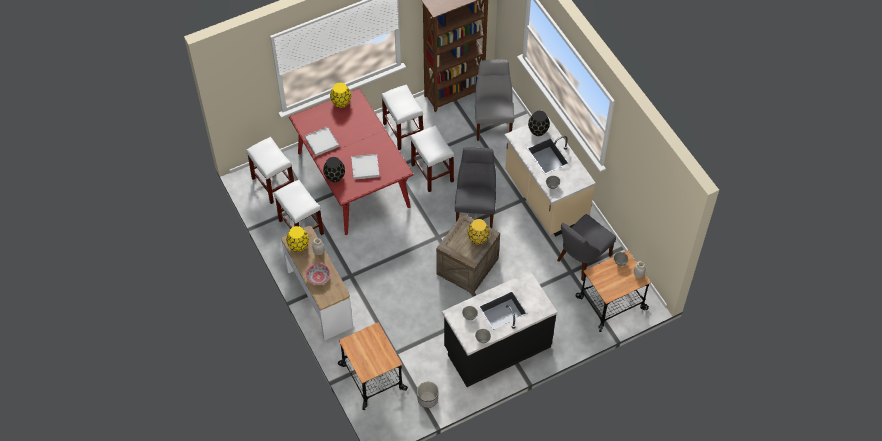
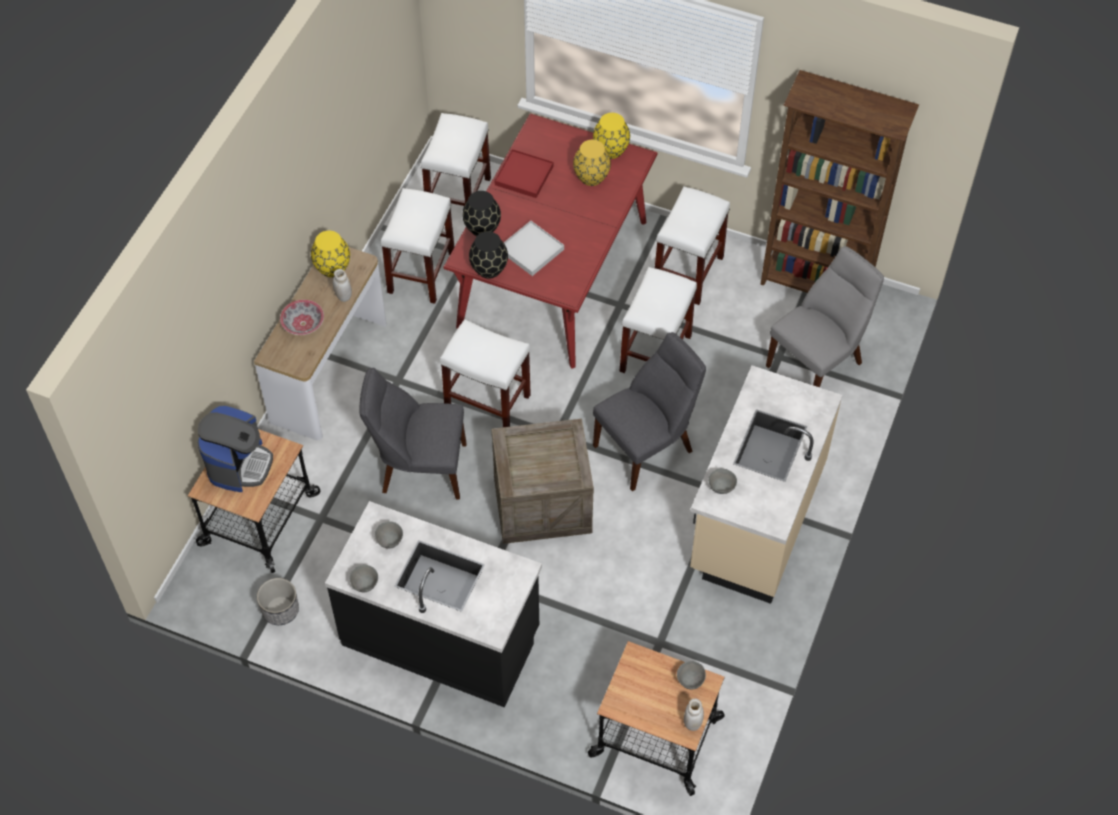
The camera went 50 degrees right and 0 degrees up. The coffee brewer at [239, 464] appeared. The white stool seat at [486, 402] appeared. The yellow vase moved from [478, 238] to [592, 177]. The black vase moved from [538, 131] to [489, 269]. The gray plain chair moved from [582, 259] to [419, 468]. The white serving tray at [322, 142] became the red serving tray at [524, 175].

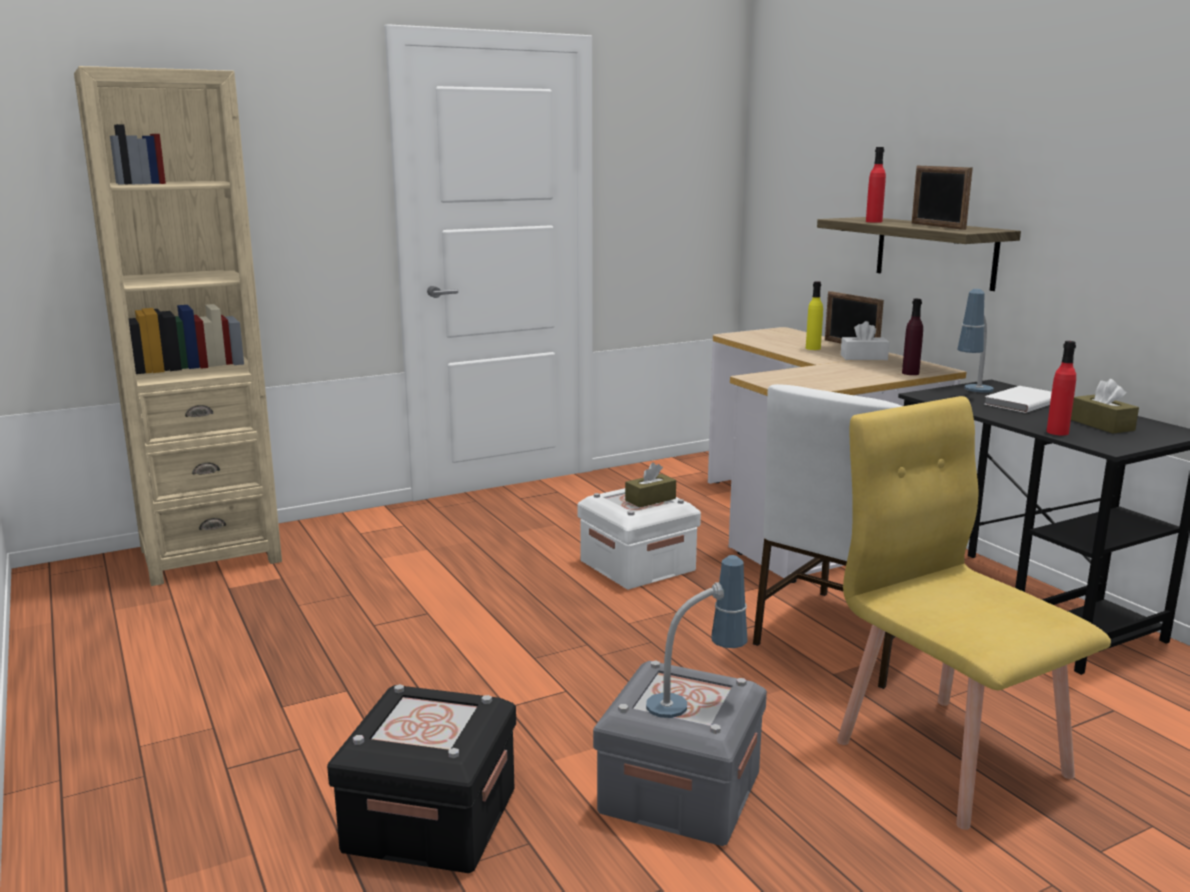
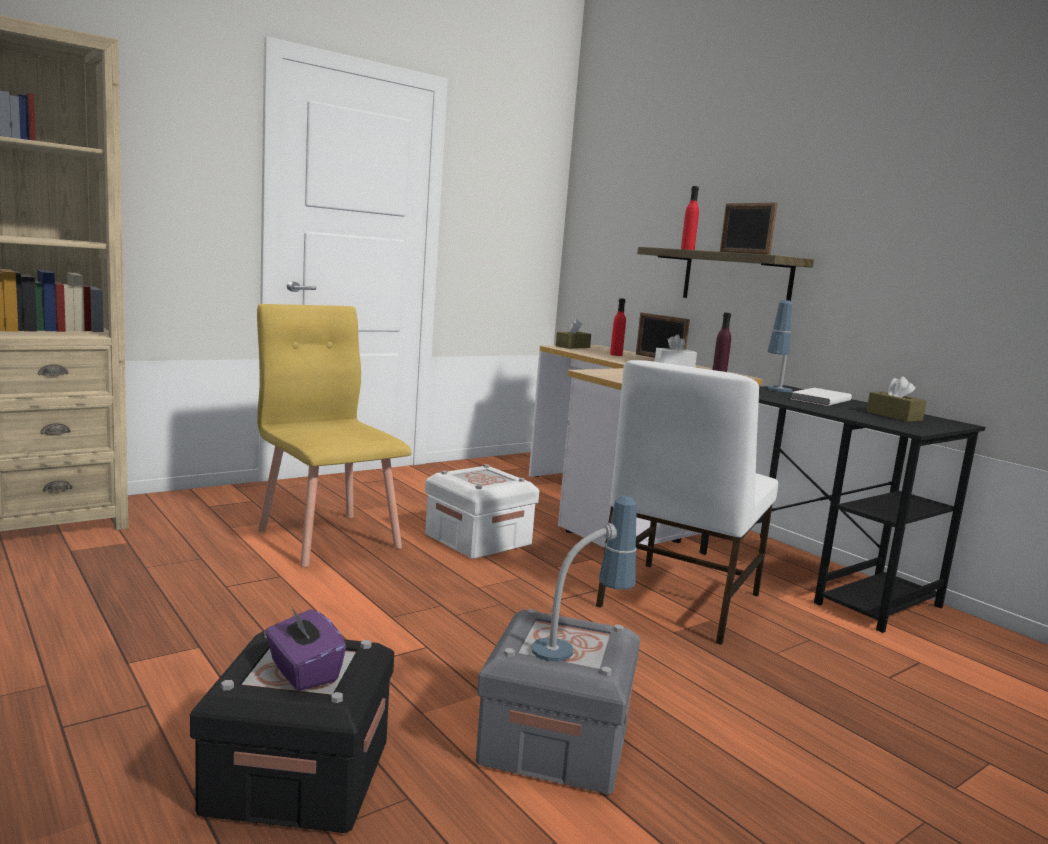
The camera went 10 degrees left and 5 degrees down. The yellow beverage bottle at [813, 348] disappeared. The purplish tissue holder at [303, 672] appeared. The brown tissue holder moved from [650, 499] to [572, 347]. The yellow plain chair moved from [951, 756] to [329, 538]. The red beverage bottle moved from [1057, 432] to [616, 355].

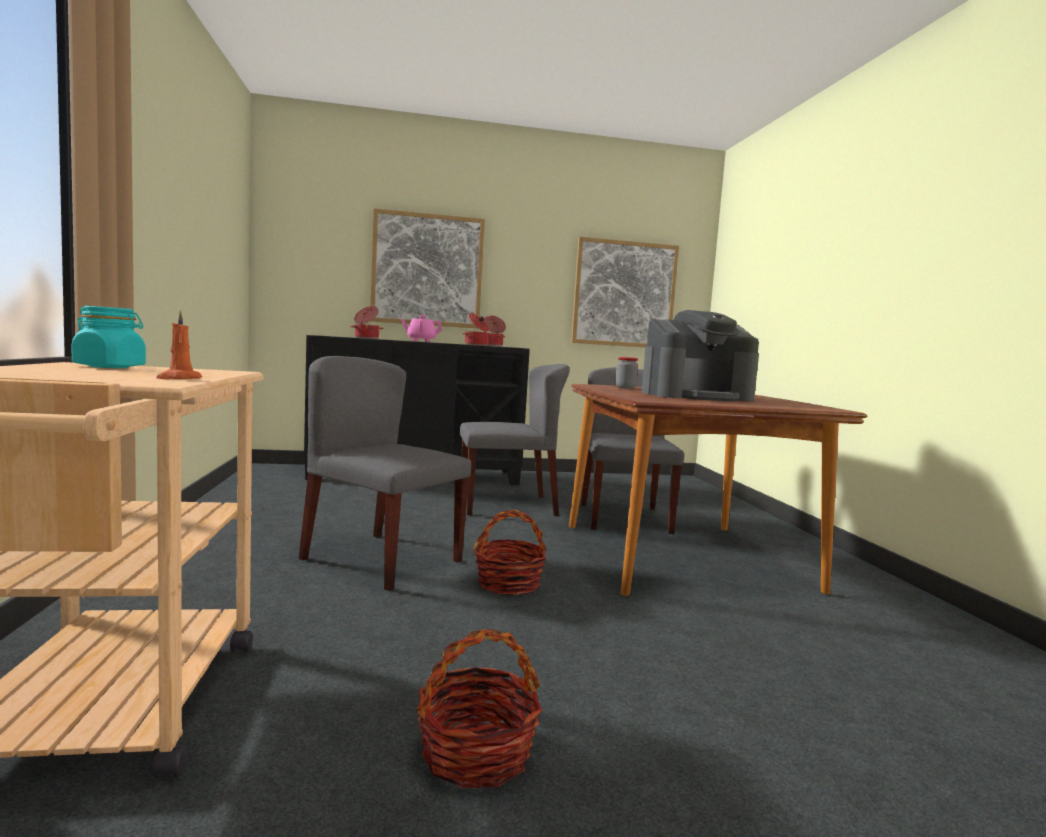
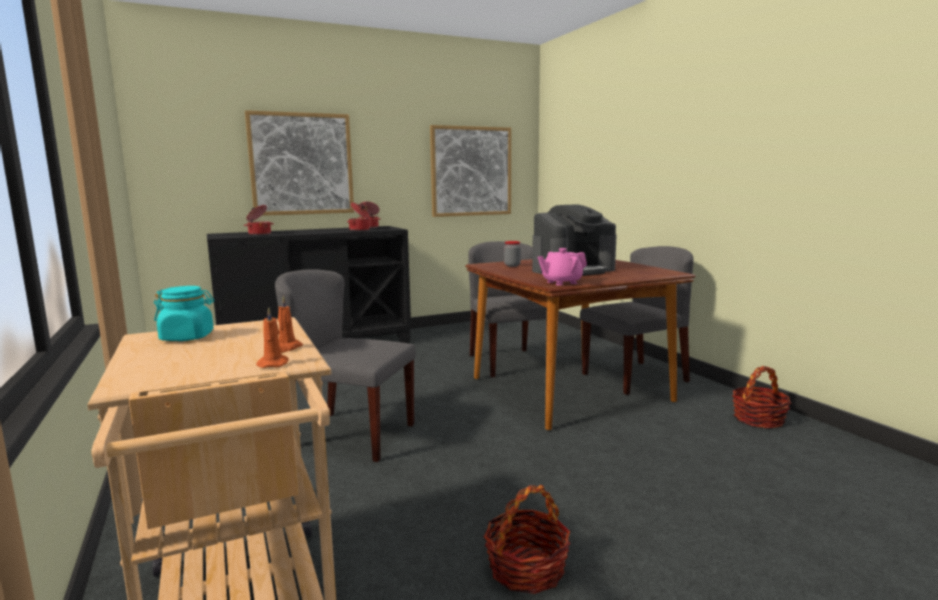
The camera went 15 degrees left and 5 degrees up. The orange candle at [273, 363] appeared. The pinkish tea pot moved from [421, 341] to [561, 282]. The gray plain chair moved from [508, 505] to [634, 377]. The basket moved from [508, 583] to [758, 419].

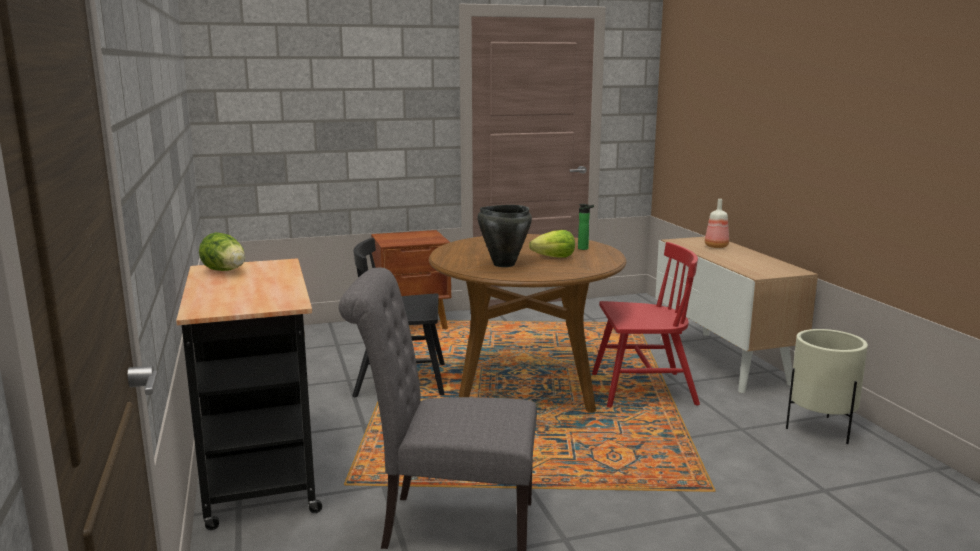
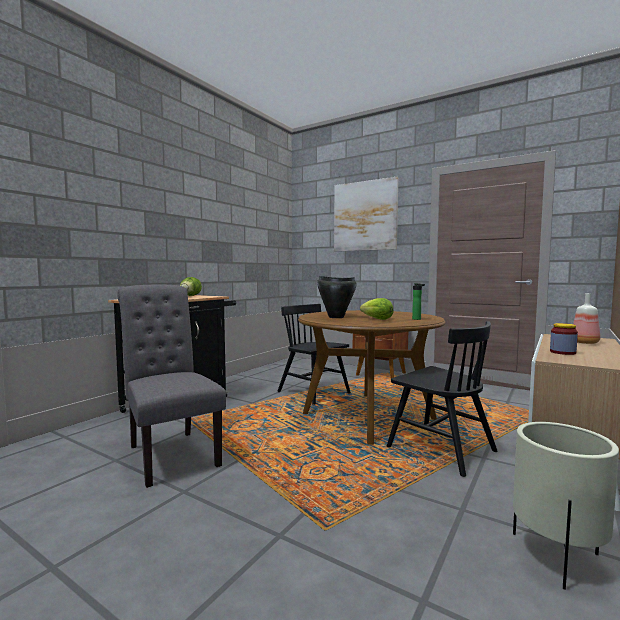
The camera went 50 degrees right and 10 degrees down. The wall picture at [365, 216] appeared. The jar at [562, 352] appeared. The red plain chair at [642, 389] became the black plain chair at [440, 449].

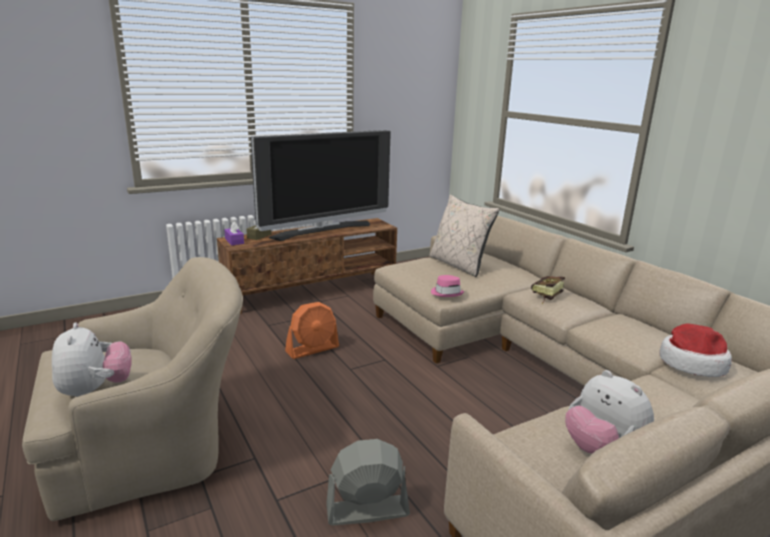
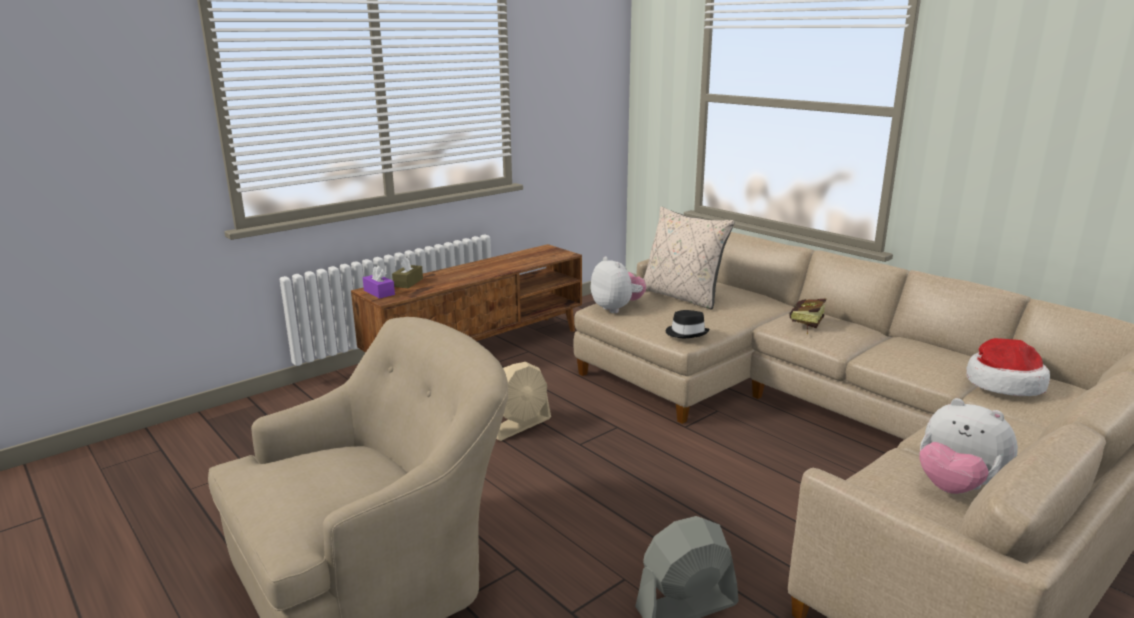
The camera went 10 degrees left and 0 degrees up. The TV set at [323, 230] disappeared. The cuddly toy moved from [95, 391] to [617, 308]. The orange electric fan at [312, 349] became the beige electric fan at [518, 425]. The pinkish wearable hat at [446, 293] became the black wearable hat at [686, 333].

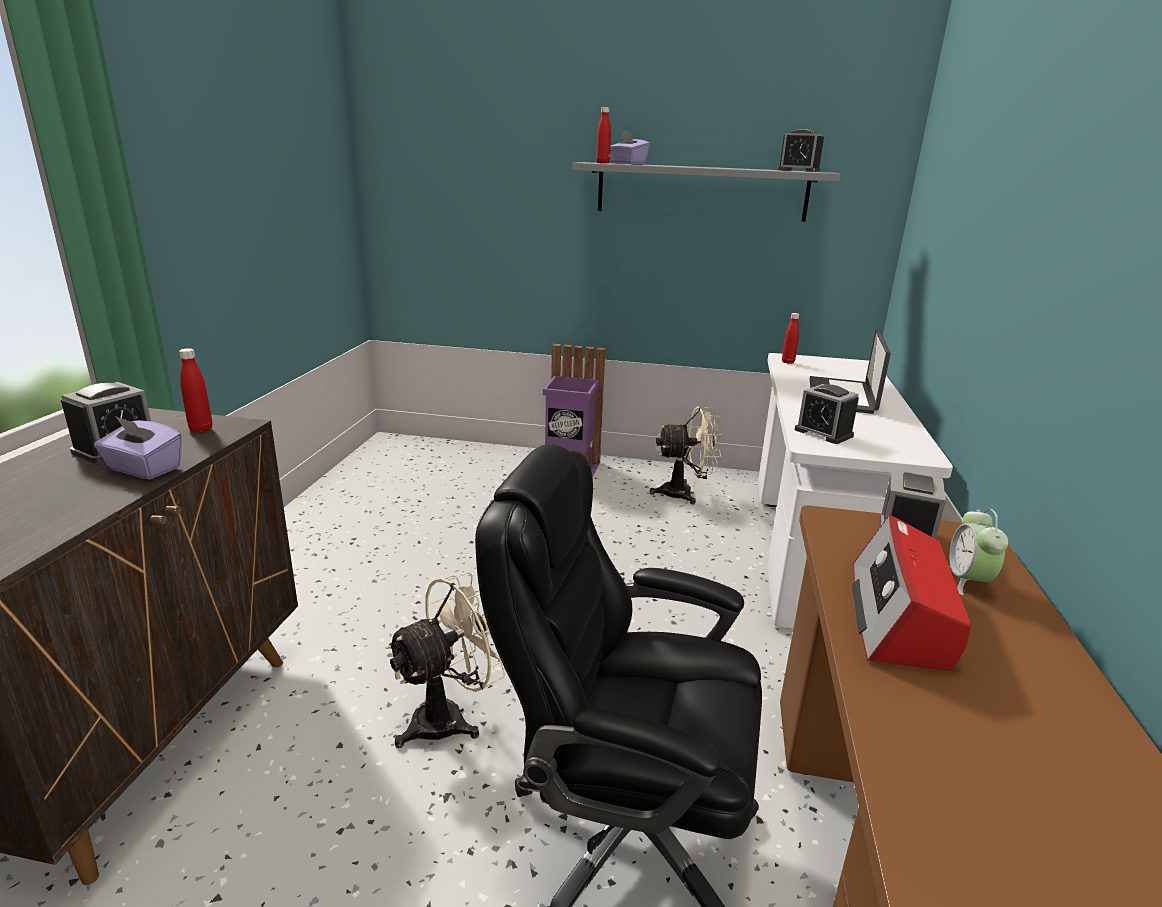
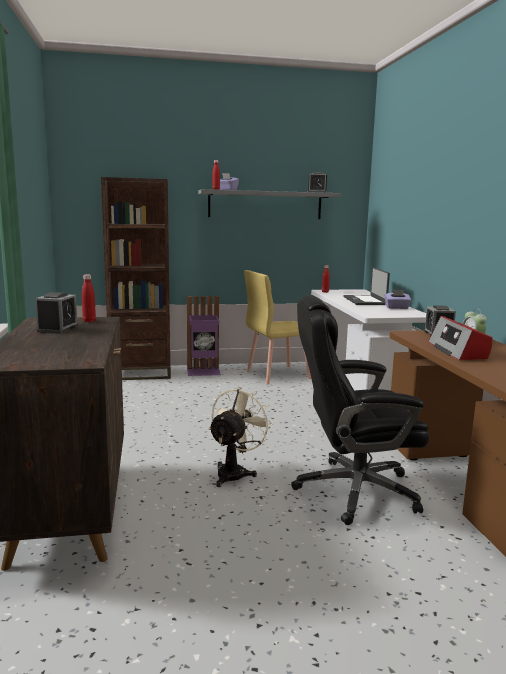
The camera went 20 degrees left and 10 degrees down. The bedside clock at [823, 433] disappeared. The brown bookcase at [140, 373] appeared. The purplish tissue holder moved from [144, 469] to [397, 308]. The beige electric fan at [685, 493] was replaced by the yellow plain chair at [277, 374].

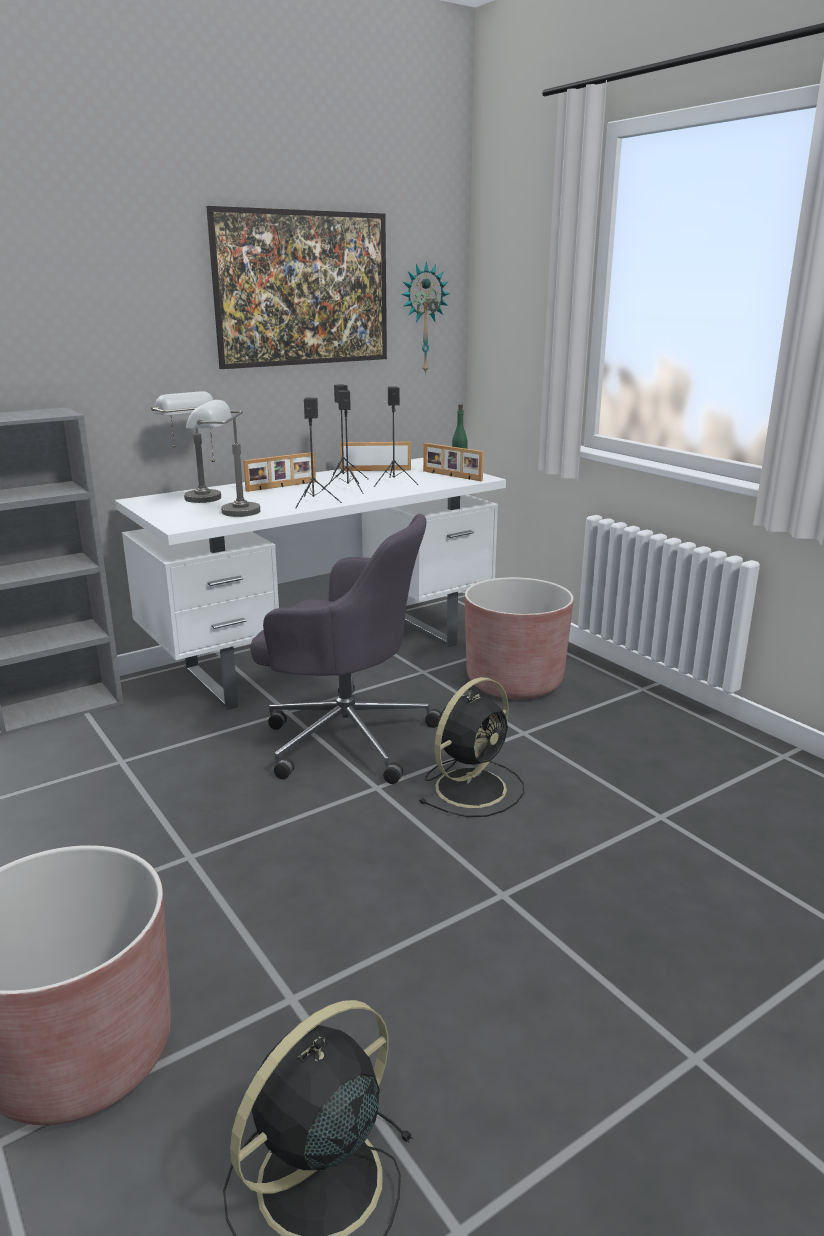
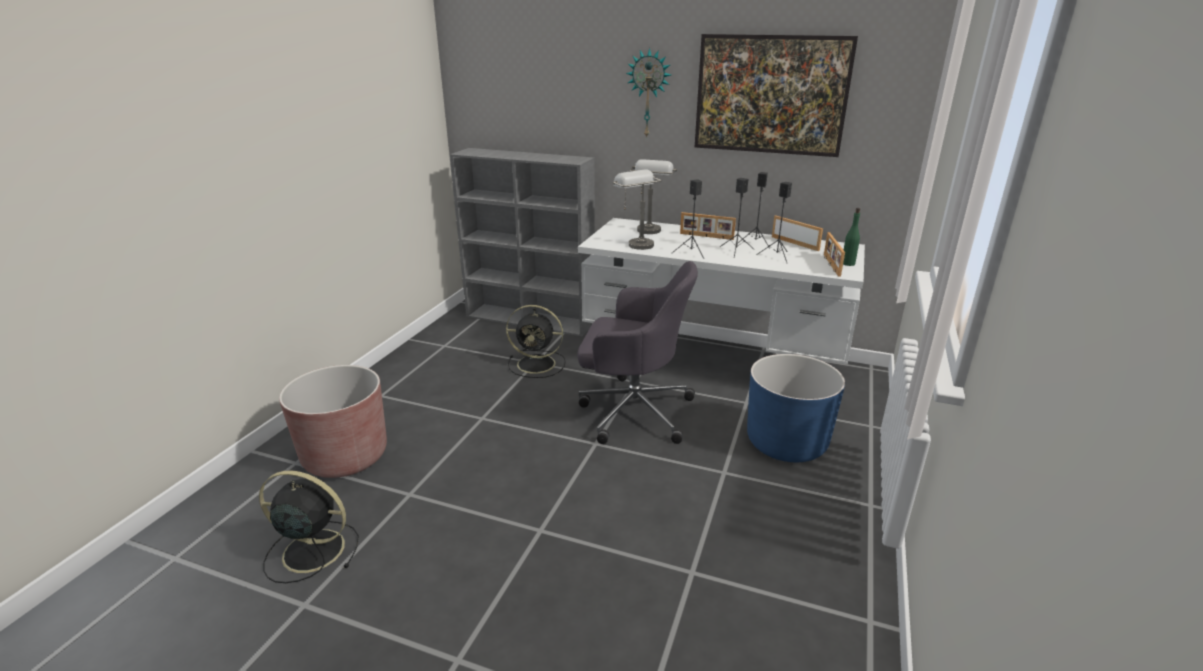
The camera went 55 degrees right and 5 degrees up. The wall clock moved from [423, 319] to [649, 94]. The black electric fan moved from [473, 786] to [538, 364]. The brown plant pot at [514, 683] became the blue plant pot at [786, 442]. The gray office chair at [345, 737] turned 60 degrees counterclockwise.

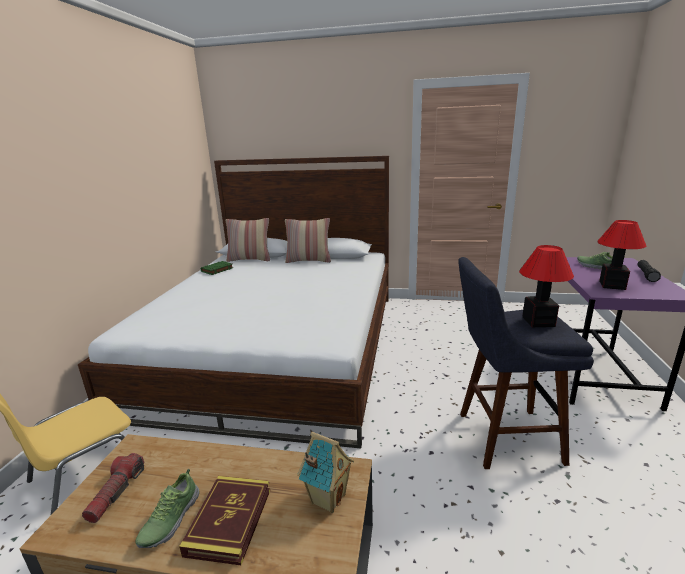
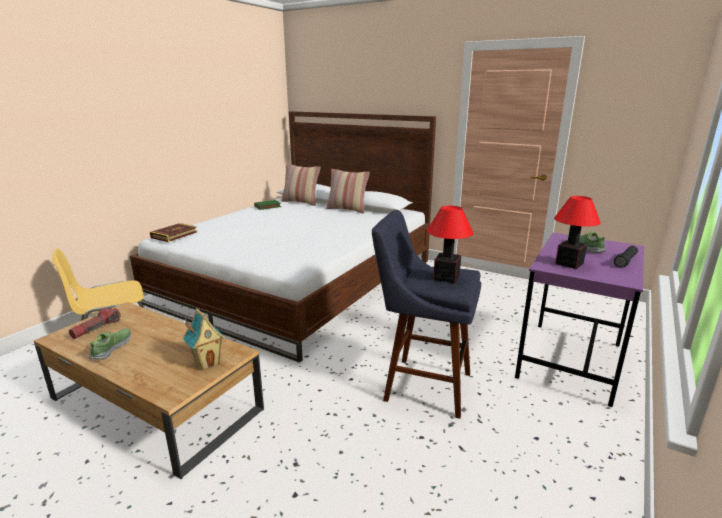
The camera went 20 degrees right and 0 degrees up. The bound book moved from [229, 521] to [174, 235]. The item of footwear at [170, 519] turned 150 degrees clockwise.

